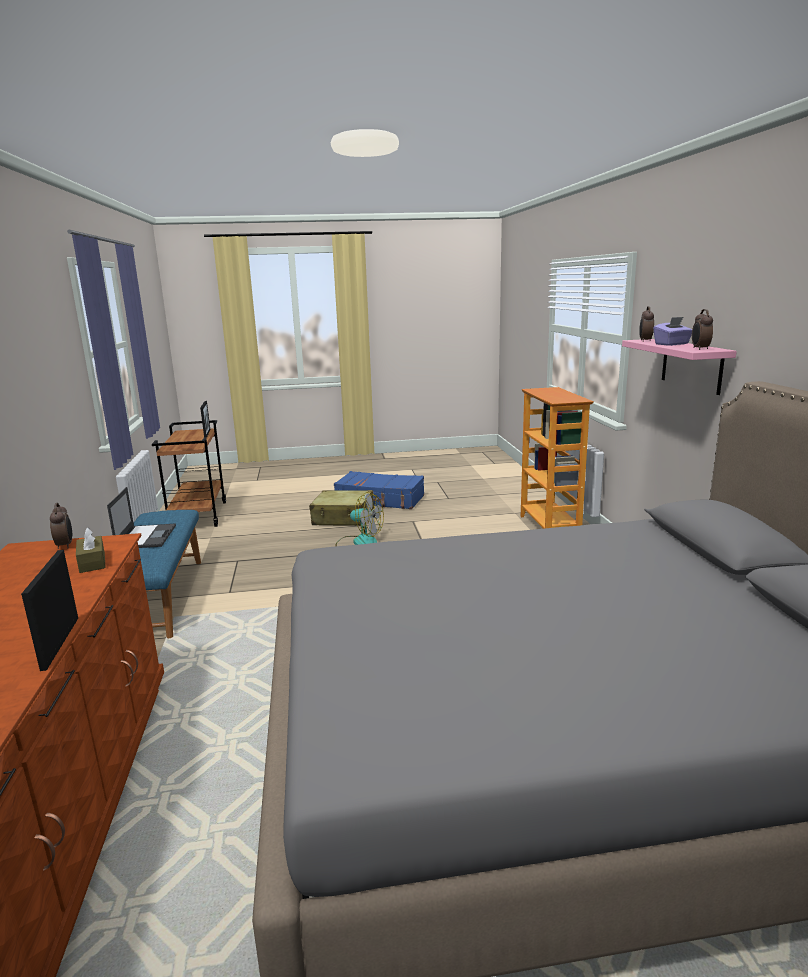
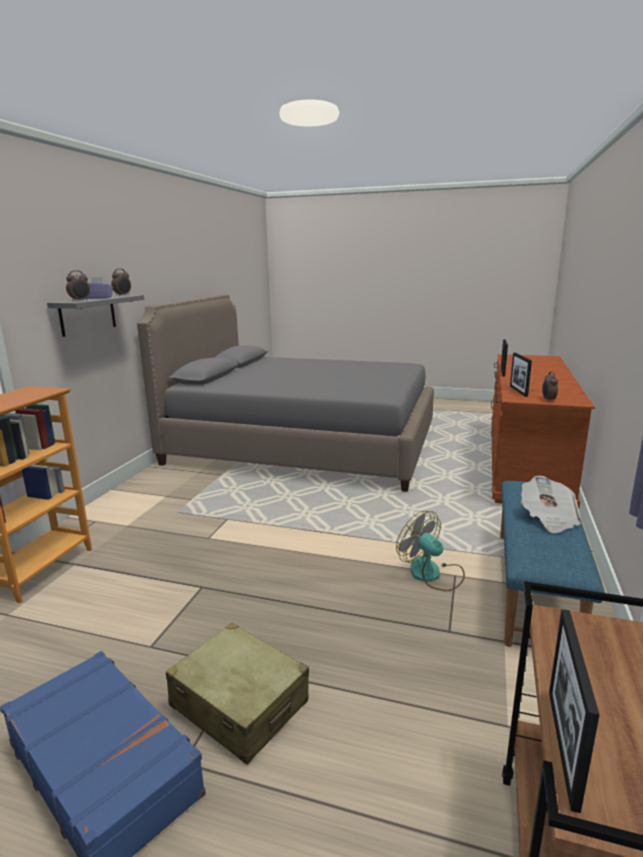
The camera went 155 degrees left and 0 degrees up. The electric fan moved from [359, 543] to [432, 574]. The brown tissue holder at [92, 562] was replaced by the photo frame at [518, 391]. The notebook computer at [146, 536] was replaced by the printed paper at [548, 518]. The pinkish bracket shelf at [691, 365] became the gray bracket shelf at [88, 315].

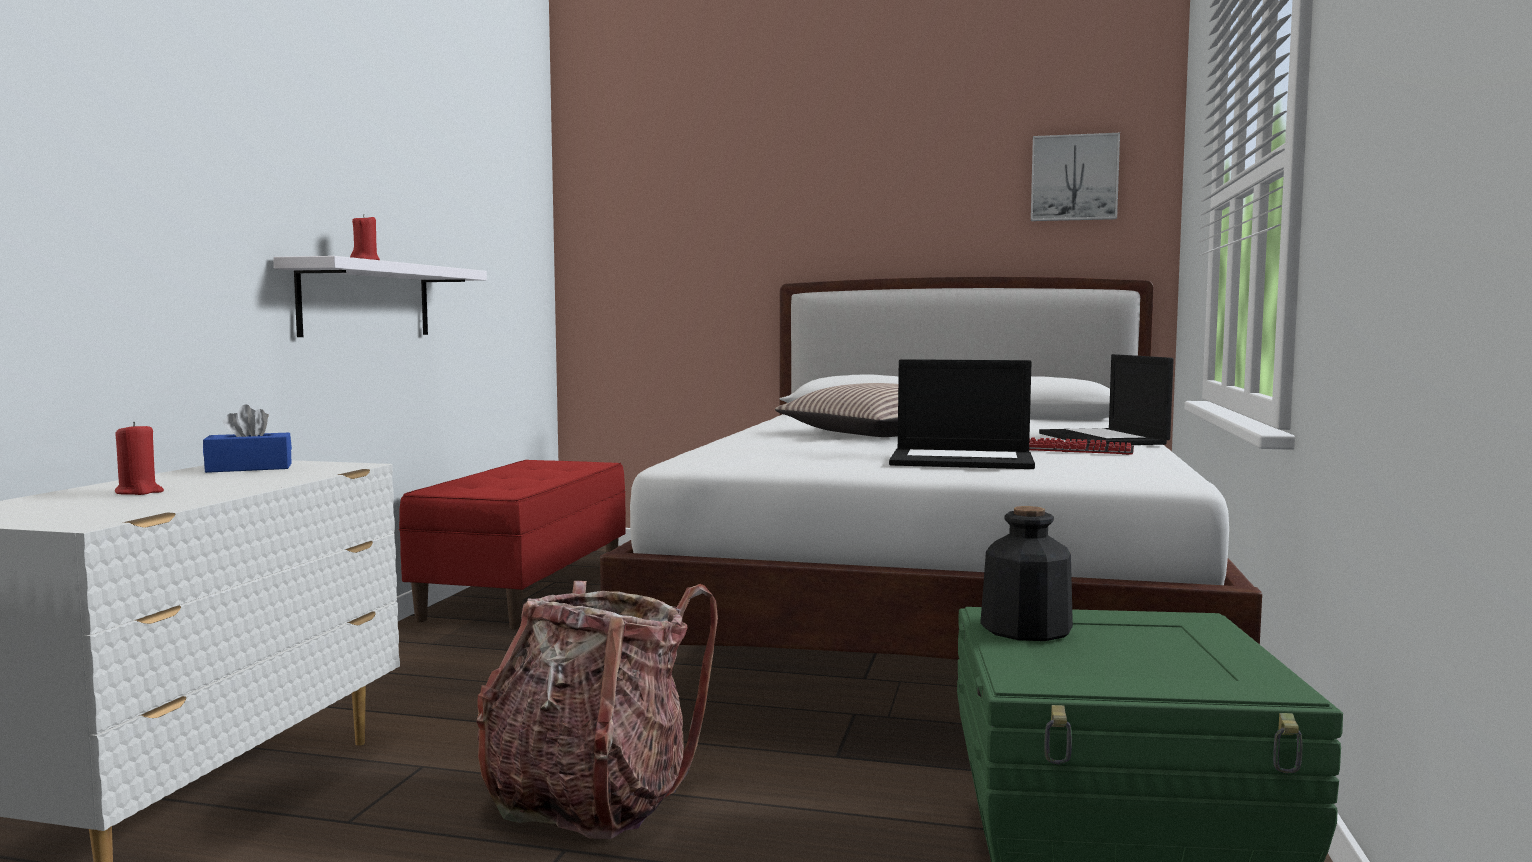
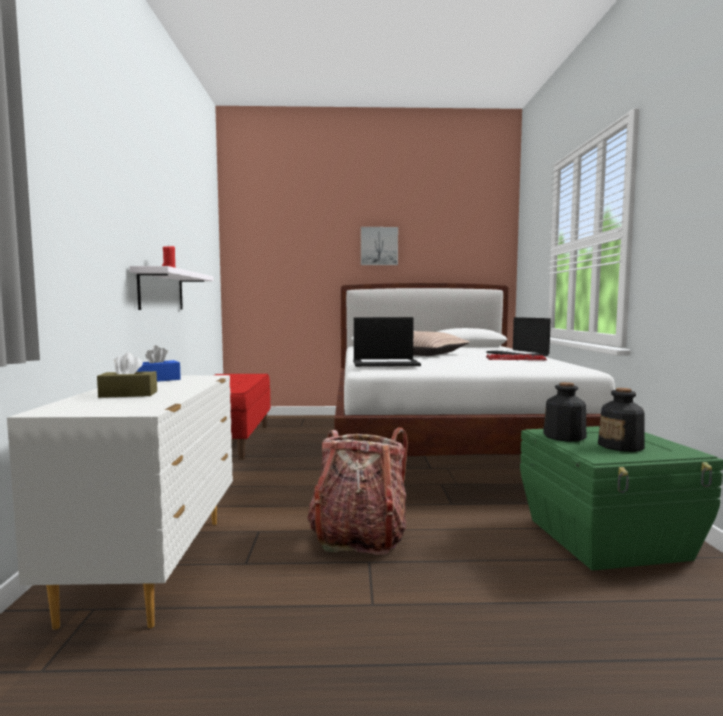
The camera went 15 degrees left and 0 degrees up. The beverage bottle at [621, 446] appeared. The notebook computer moved from [963, 460] to [386, 363]. The wall picture moved from [1074, 178] to [379, 246]. The red candle at [139, 492] was replaced by the brown tissue holder at [128, 394].

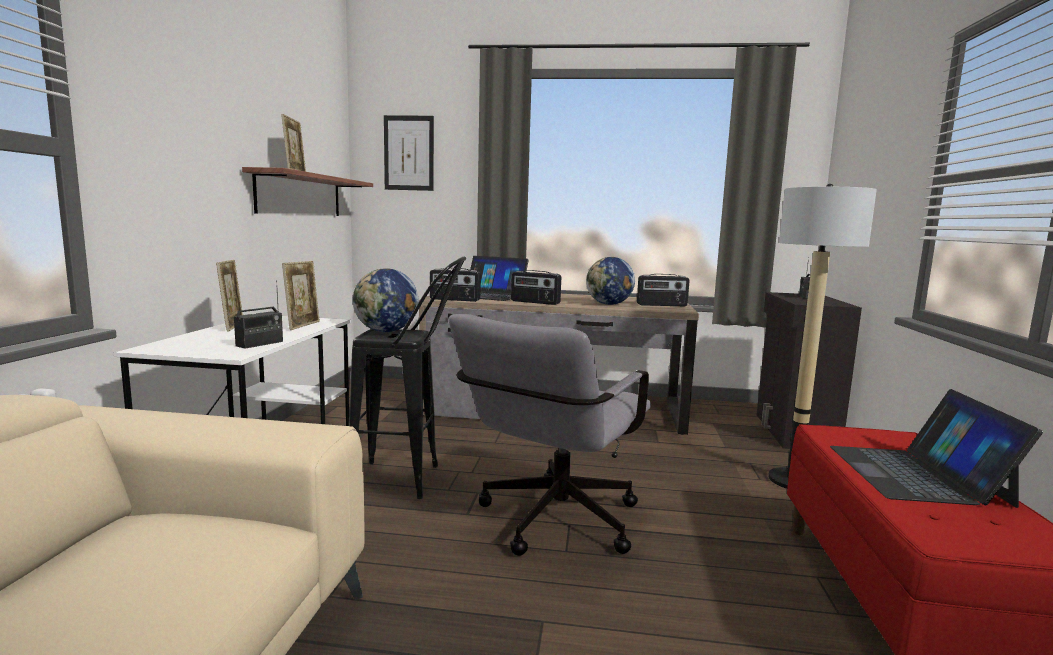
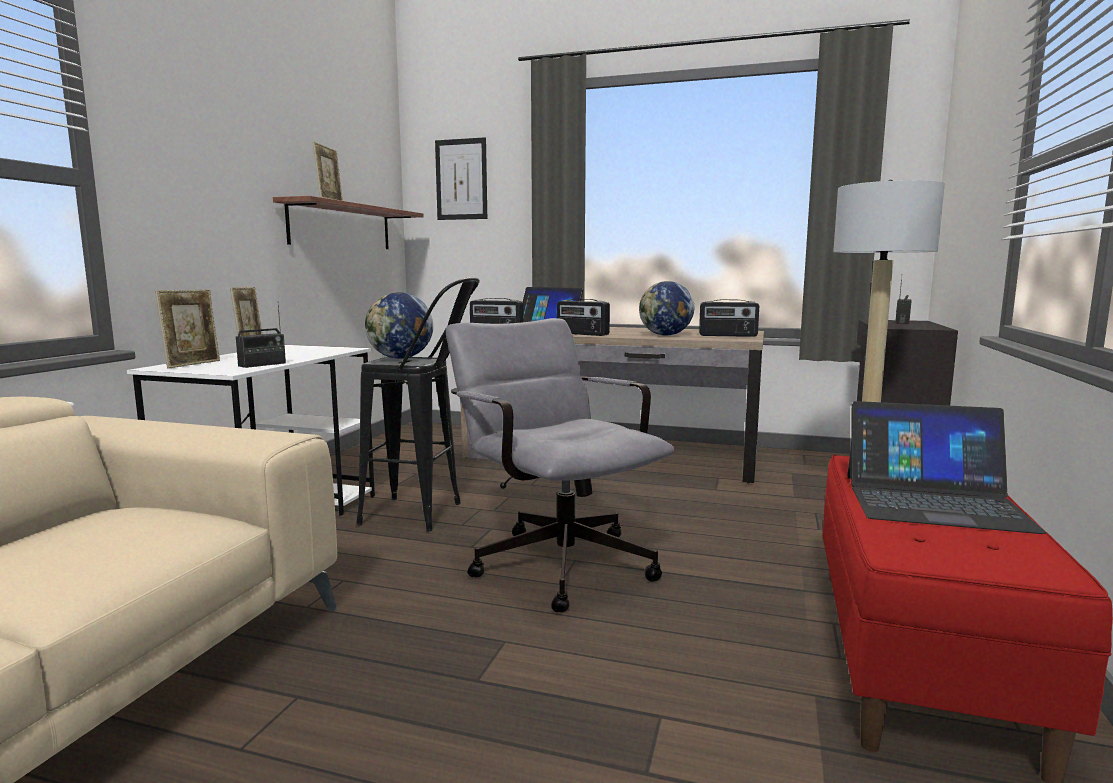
The camera went 10 degrees right and 0 degrees up. The photo frame moved from [303, 325] to [193, 364]. The gray office chair at [551, 524] turned 105 degrees clockwise. The notebook computer at [917, 474] turned 90 degrees counterclockwise.

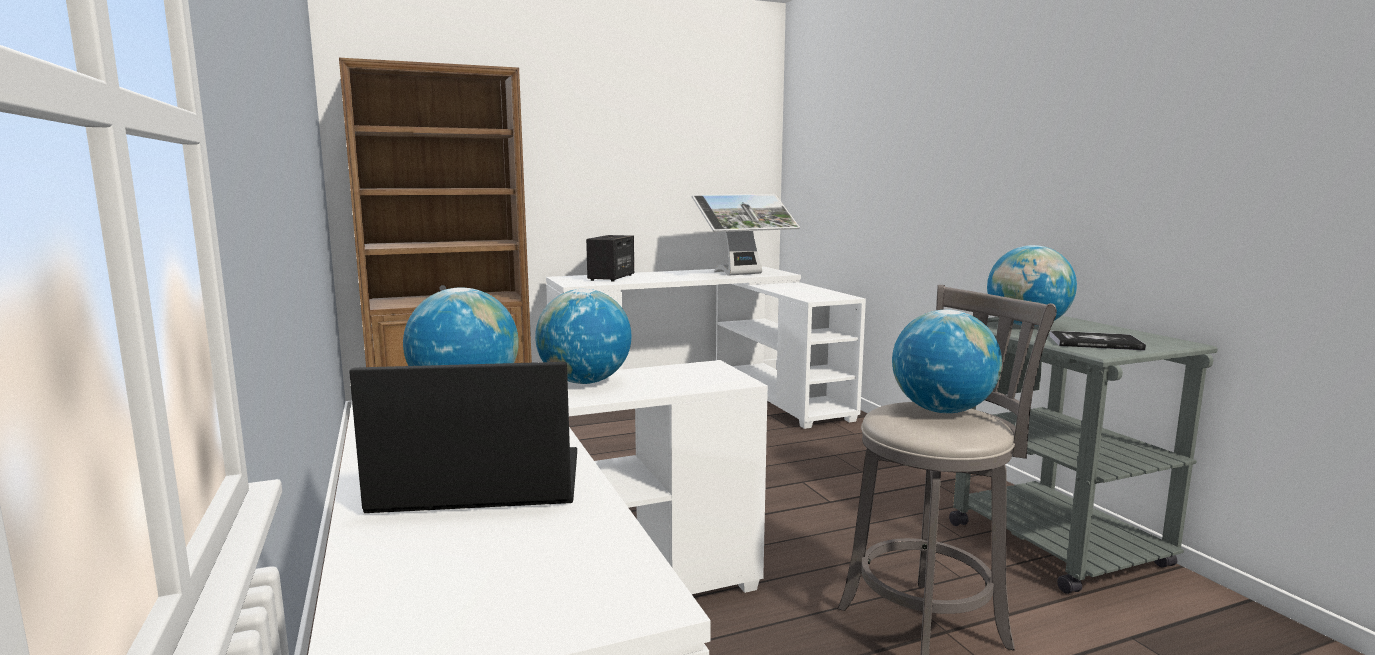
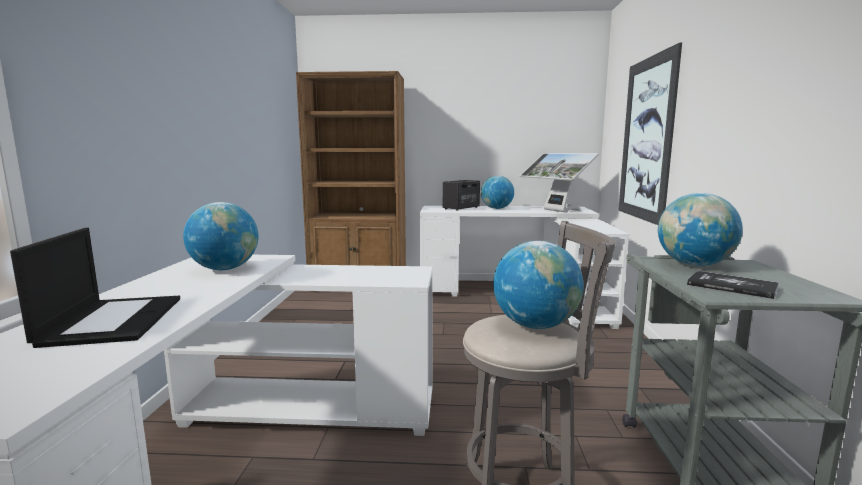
The camera went 25 degrees right and 0 degrees up. The wall picture at [646, 139] appeared. The globe moved from [584, 382] to [497, 208]. The notebook computer at [477, 483] turned 60 degrees clockwise. The computer display at [744, 274] turned 60 degrees clockwise.

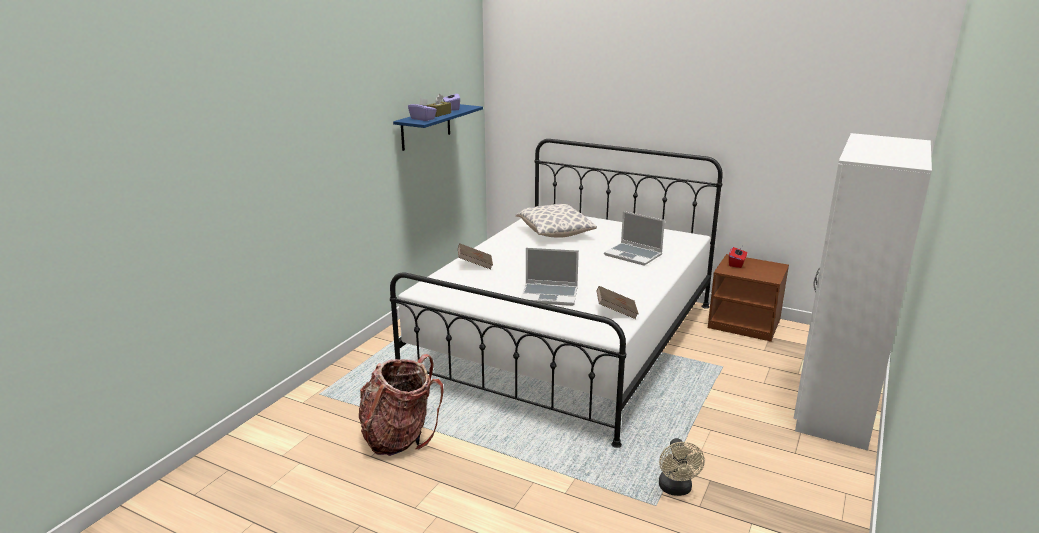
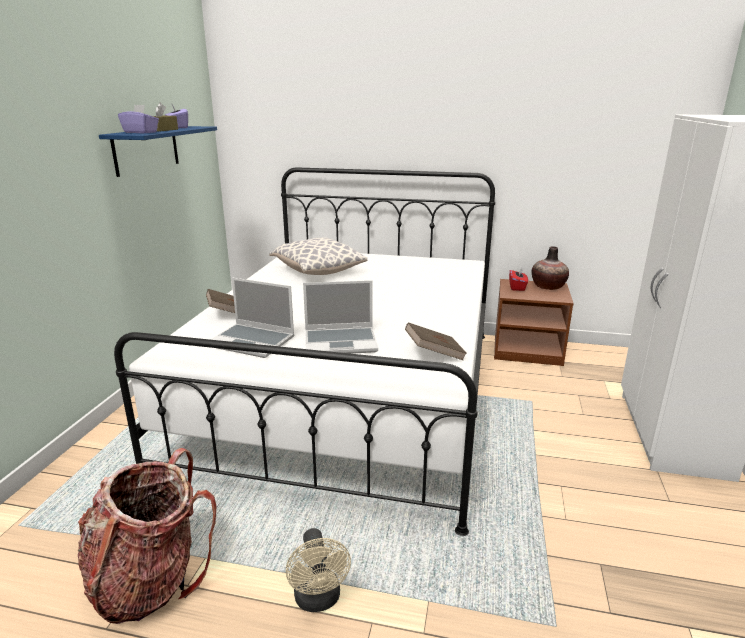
The camera went 15 degrees left and 0 degrees up. The vase at [548, 287] appeared. The notebook computer moved from [634, 255] to [253, 342]. The beige electric fan moved from [676, 489] to [319, 600].

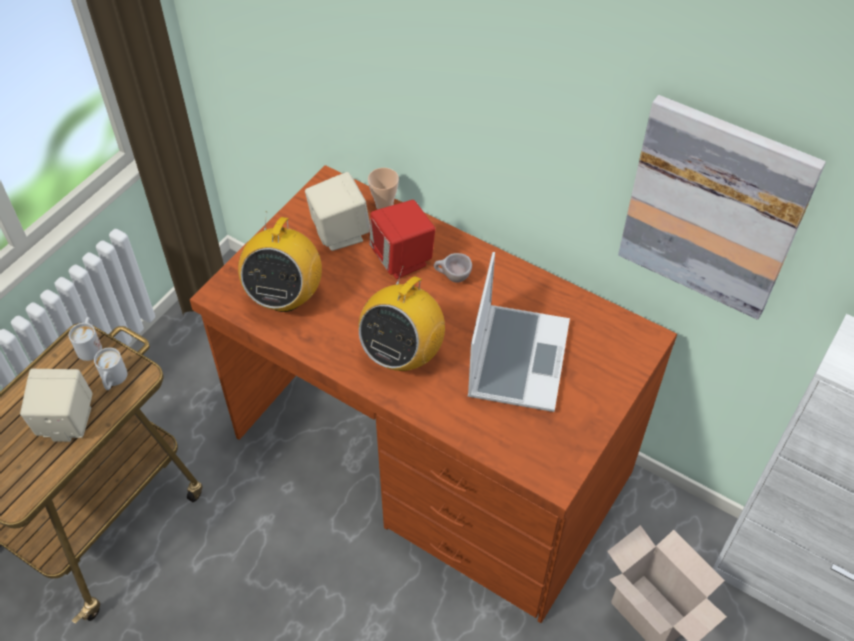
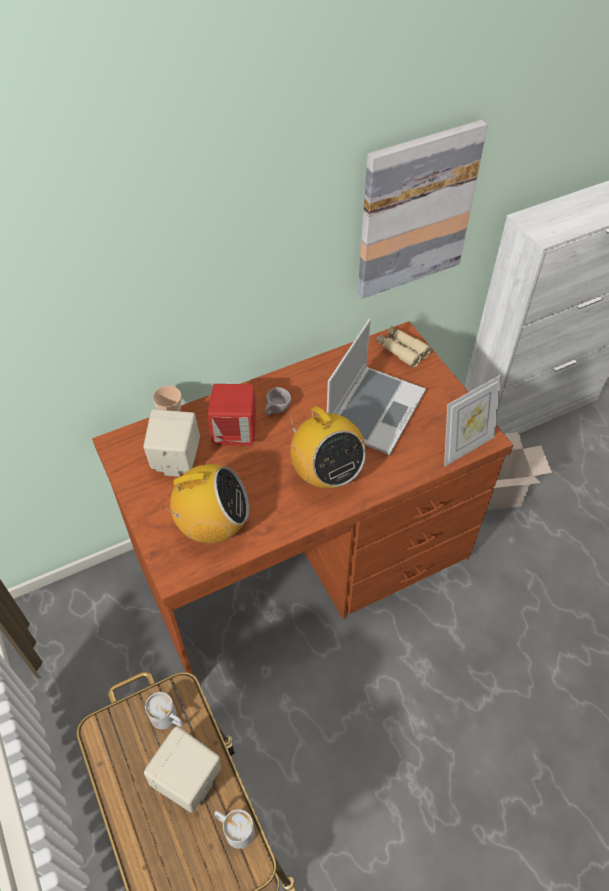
The camera went 60 degrees left and 0 degrees up. The beige pair of binoculars at [401, 350] appeared. The photo frame at [465, 447] appeared. The white coffee mug moved from [90, 345] to [234, 829]. The radio receiver at [285, 296] turned 45 degrees counterclockwise. The notebook computer at [517, 358] turned 75 degrees clockwise.

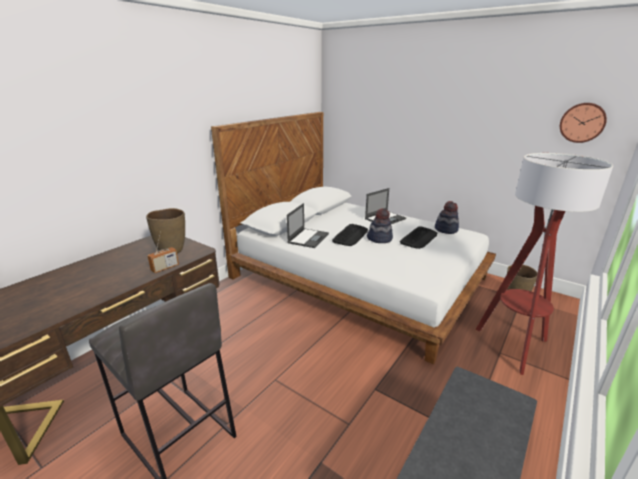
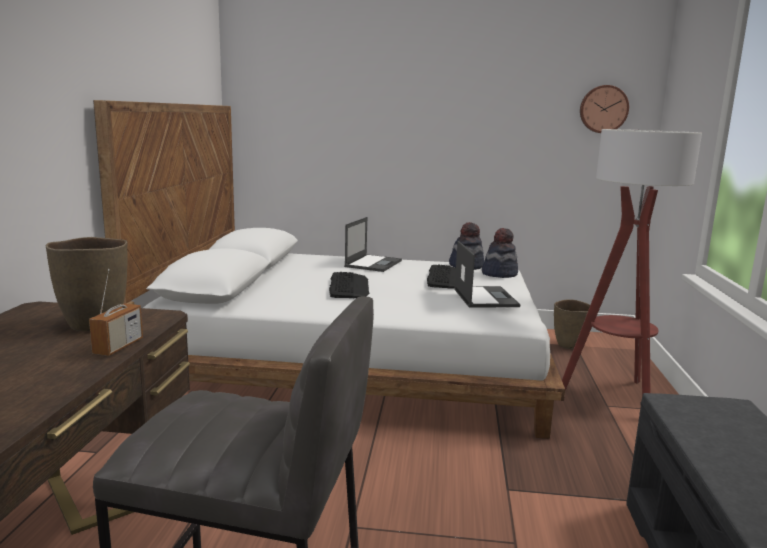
The camera went 30 degrees left and 10 degrees down. The notebook computer moved from [308, 238] to [484, 297]. The wearable hat moved from [379, 238] to [499, 274].

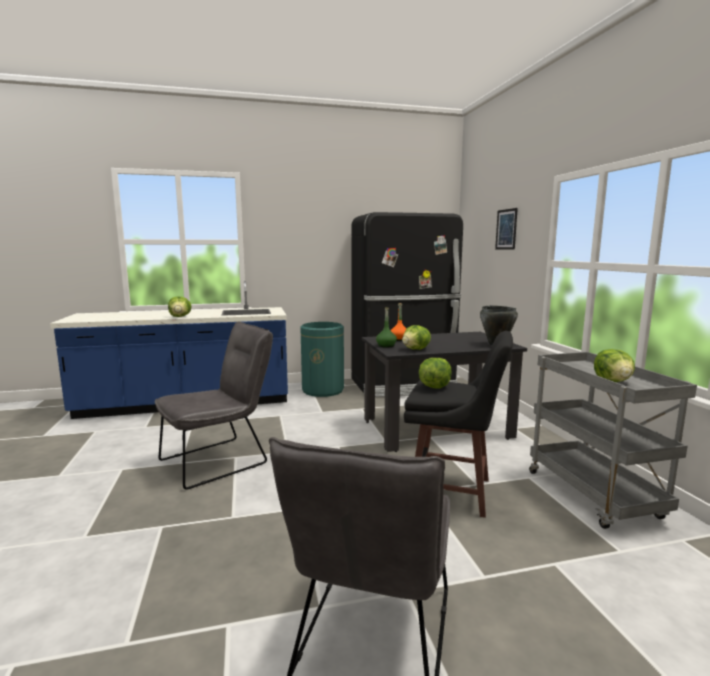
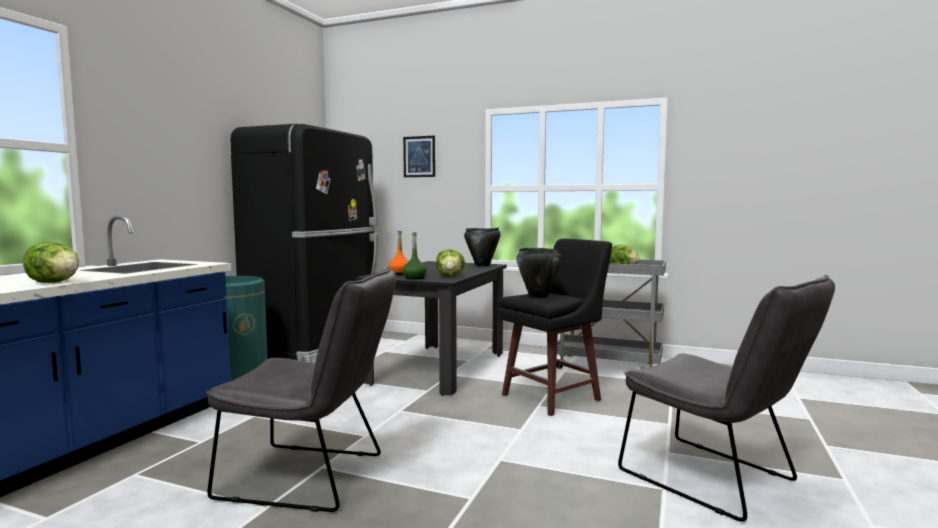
The camera went 55 degrees left and 5 degrees down. The head of lettuce at [434, 387] was replaced by the black stockpot at [538, 297]. The gray plain chair at [220, 460] turned 105 degrees clockwise.

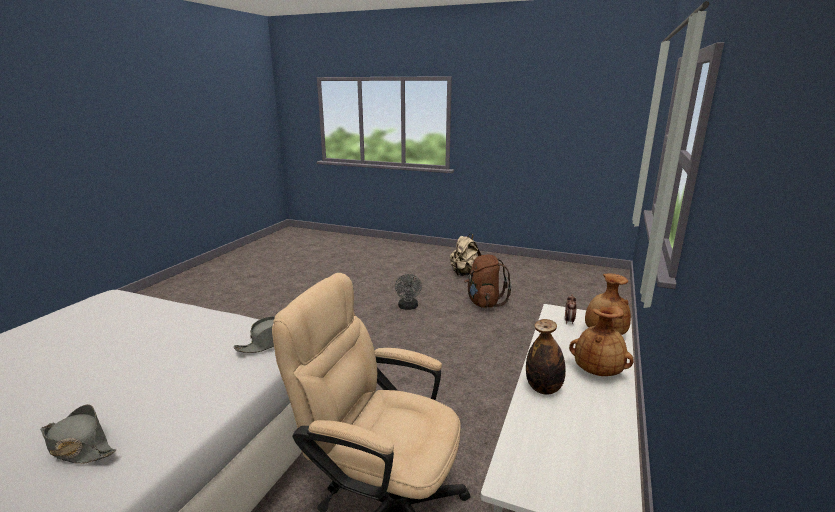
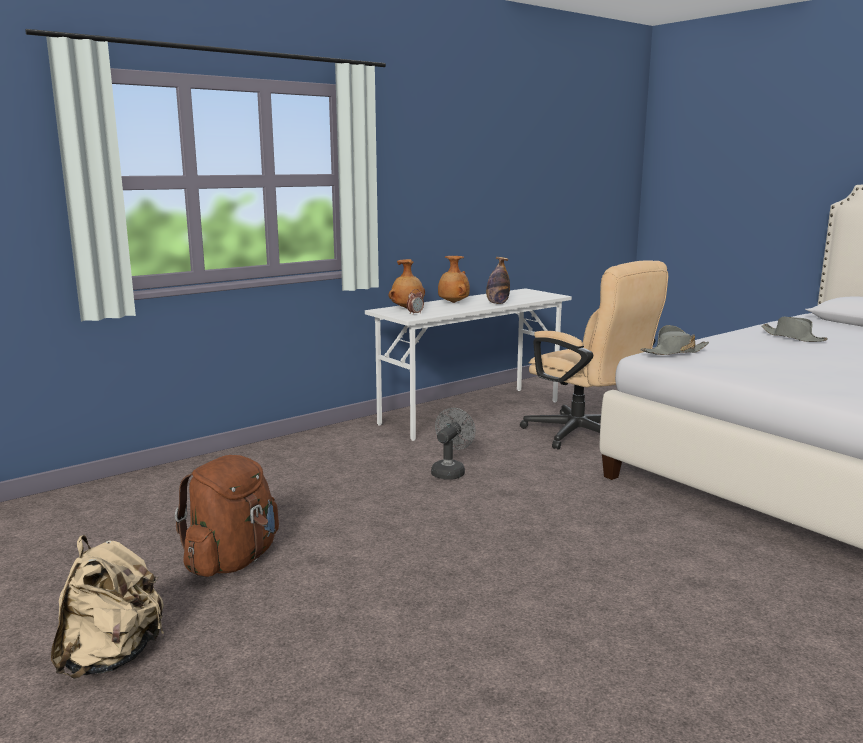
The camera went 150 degrees left and 5 degrees down. The gray electric fan moved from [408, 307] to [450, 471].

